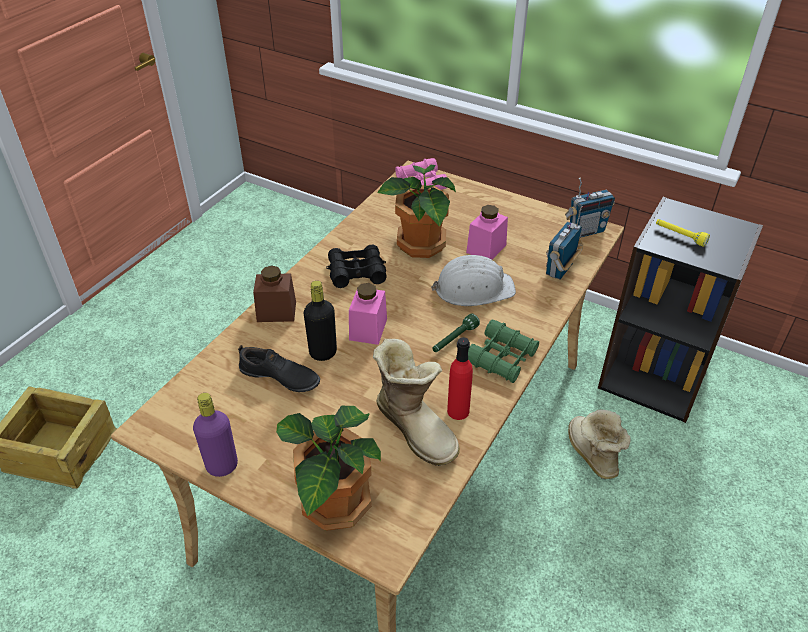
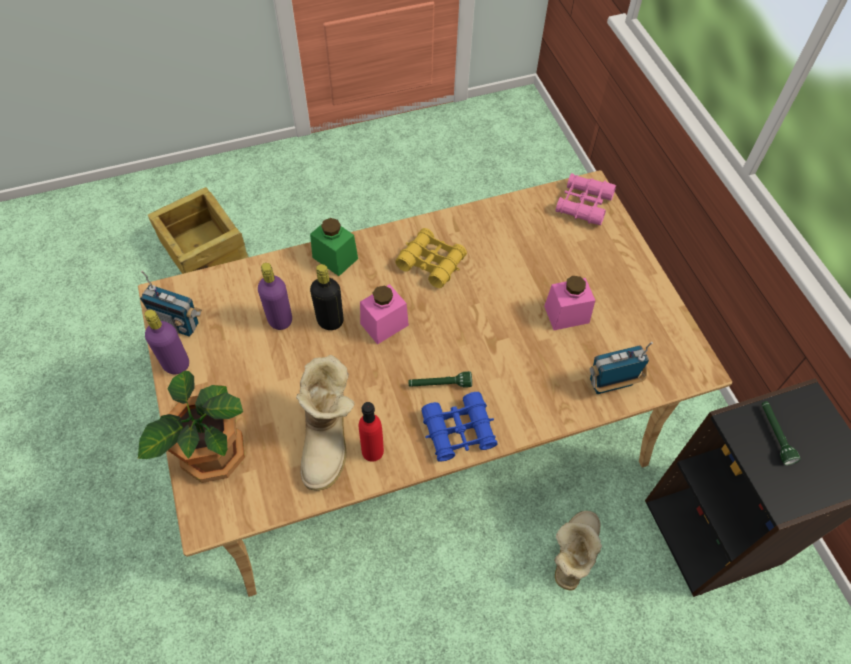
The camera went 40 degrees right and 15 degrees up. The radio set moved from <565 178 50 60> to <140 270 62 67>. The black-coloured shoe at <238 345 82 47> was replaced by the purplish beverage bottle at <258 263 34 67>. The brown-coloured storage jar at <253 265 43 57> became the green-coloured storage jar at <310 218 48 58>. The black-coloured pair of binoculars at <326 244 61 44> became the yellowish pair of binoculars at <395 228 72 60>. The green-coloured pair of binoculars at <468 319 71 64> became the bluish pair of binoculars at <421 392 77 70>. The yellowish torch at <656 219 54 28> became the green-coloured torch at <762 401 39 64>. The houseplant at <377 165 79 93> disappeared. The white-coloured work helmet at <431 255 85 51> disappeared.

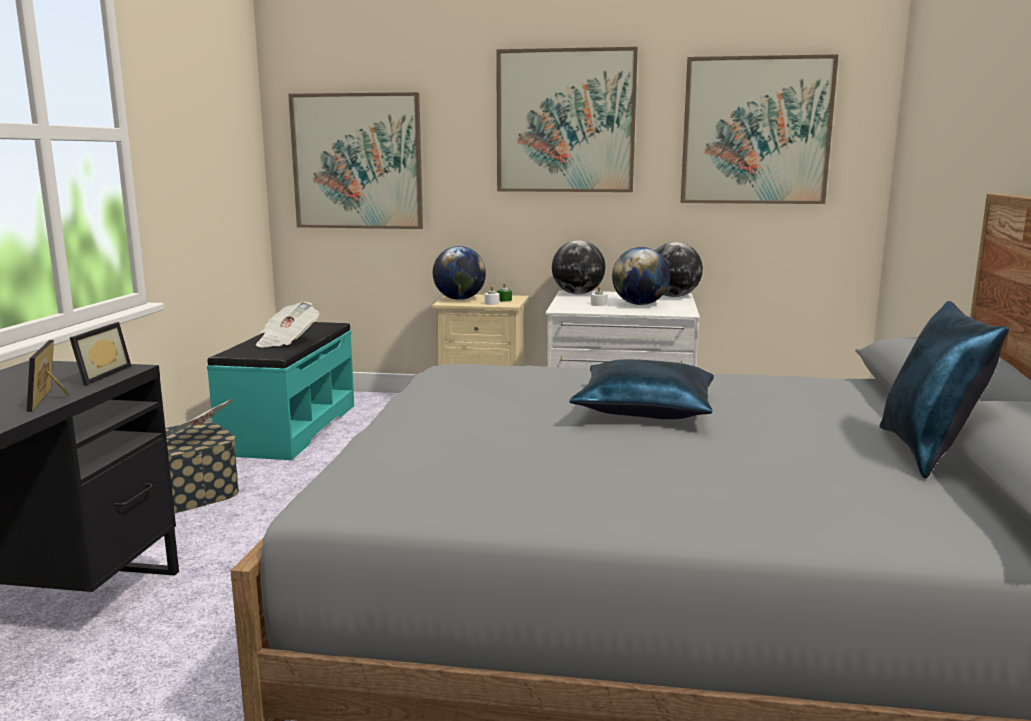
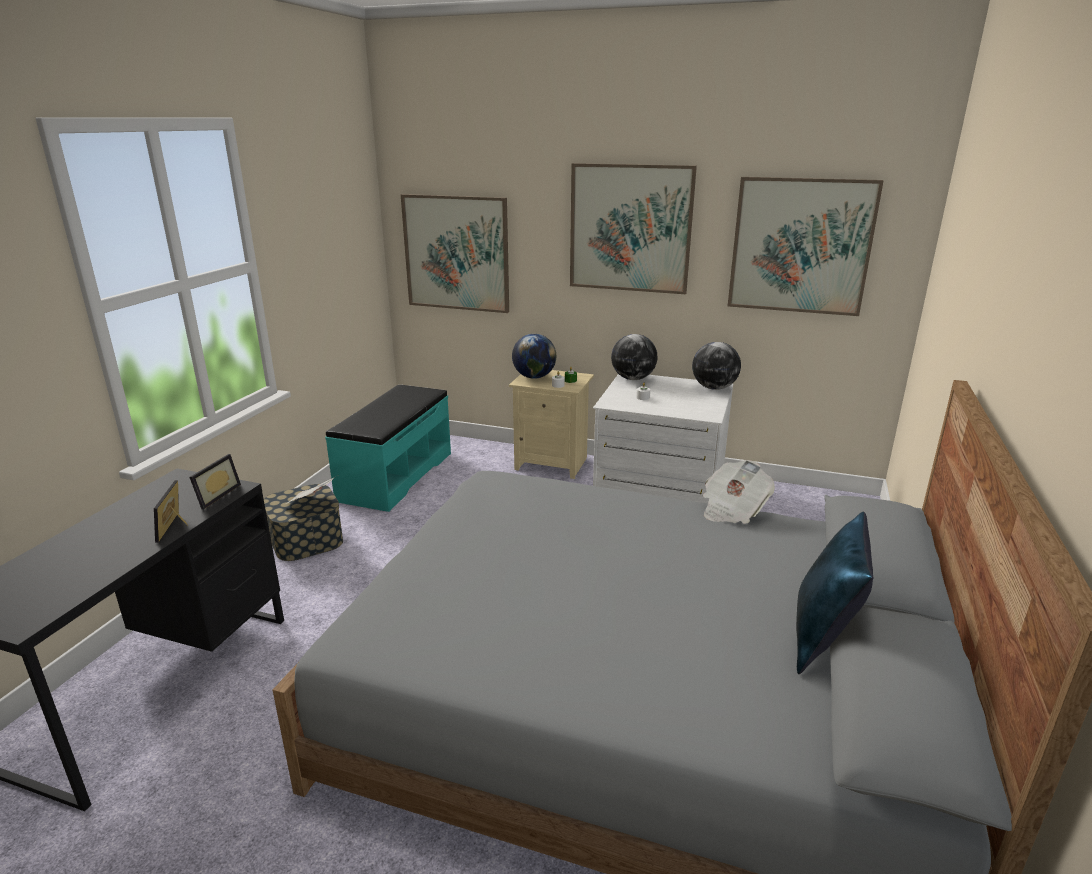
The camera went 10 degrees right and 10 degrees up. The newspaper moved from <256 302 63 45> to <703 460 72 64>. The bluish pillow at <569 359 145 60> disappeared. The globe at <612 247 58 58> disappeared.

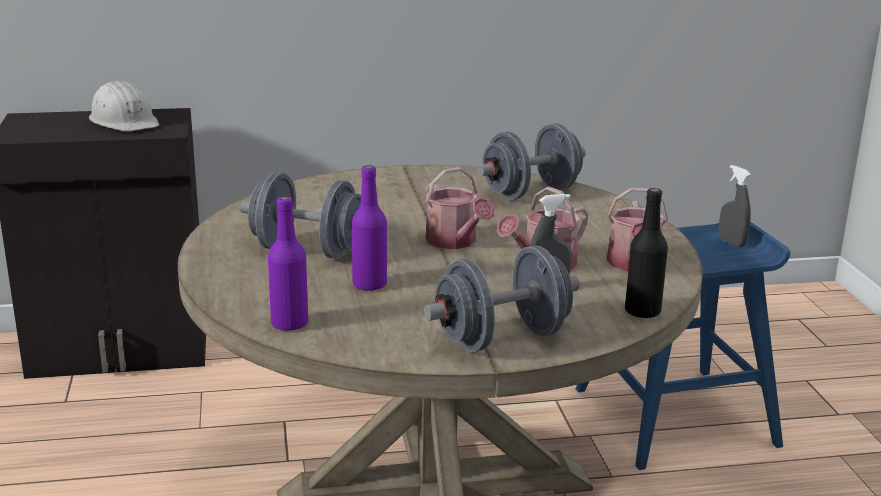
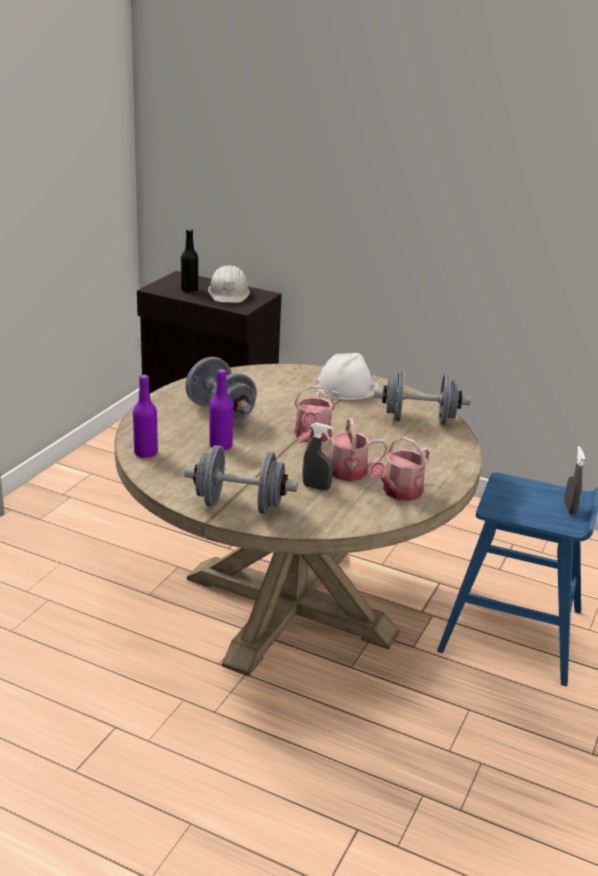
The camera went 35 degrees right and 5 degrees up. The black-coloured beverage bottle moved from <625 188 43 130> to <181 229 17 64>. The white-coloured work helmet at <317 353 63 47> appeared.

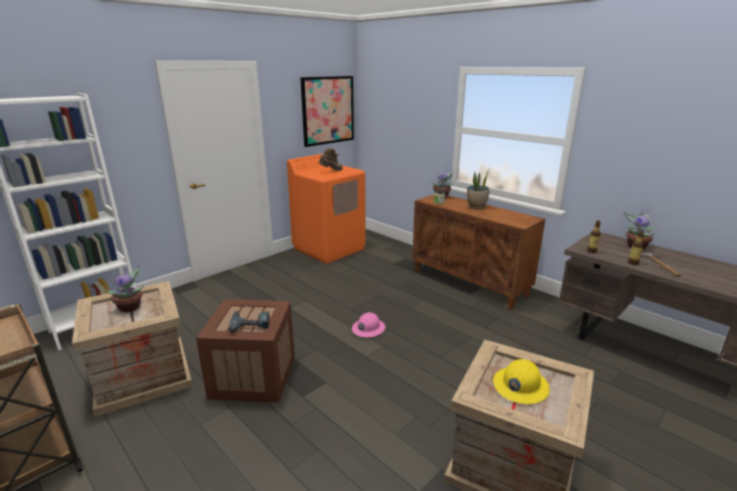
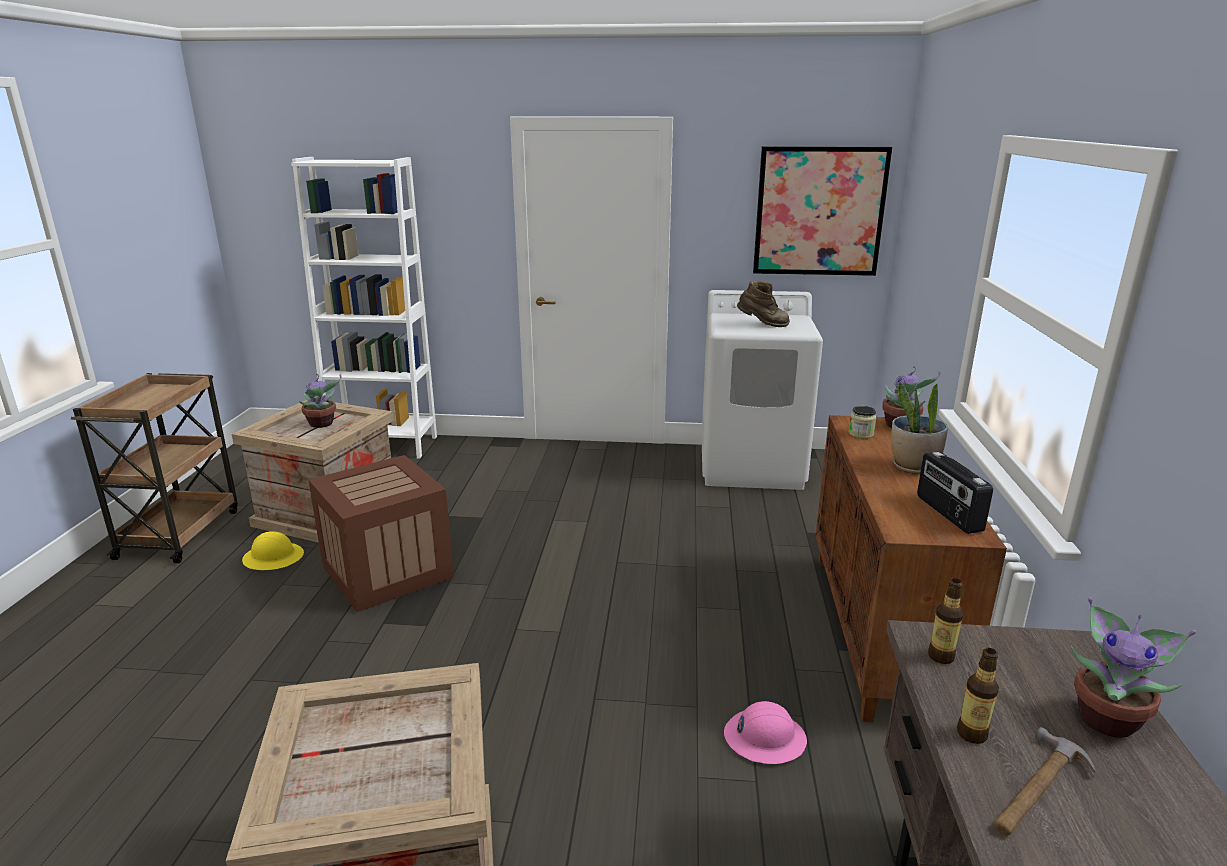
The camera went 50 degrees right and 0 degrees up. The yellowish work helmet moved from <493 359 57 45> to <242 532 62 38>. The orange-coloured washing machine at <287 154 79 110> became the white-coloured washing machine at <701 290 122 200>. The pink work helmet moved from <352 312 33 26> to <724 701 83 63>. The radio set at <917 452 76 82> appeared. The electric drill at <229 310 41 23> disappeared.

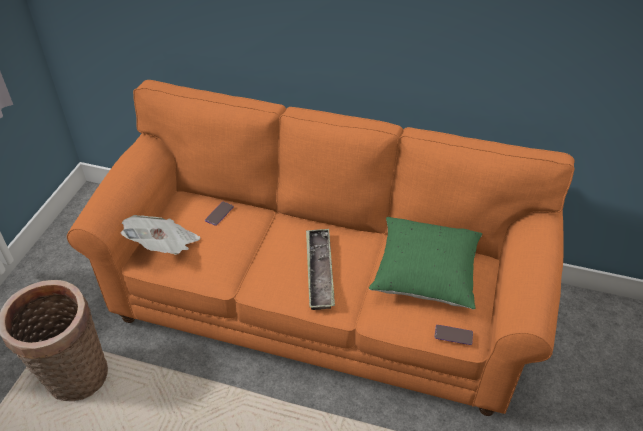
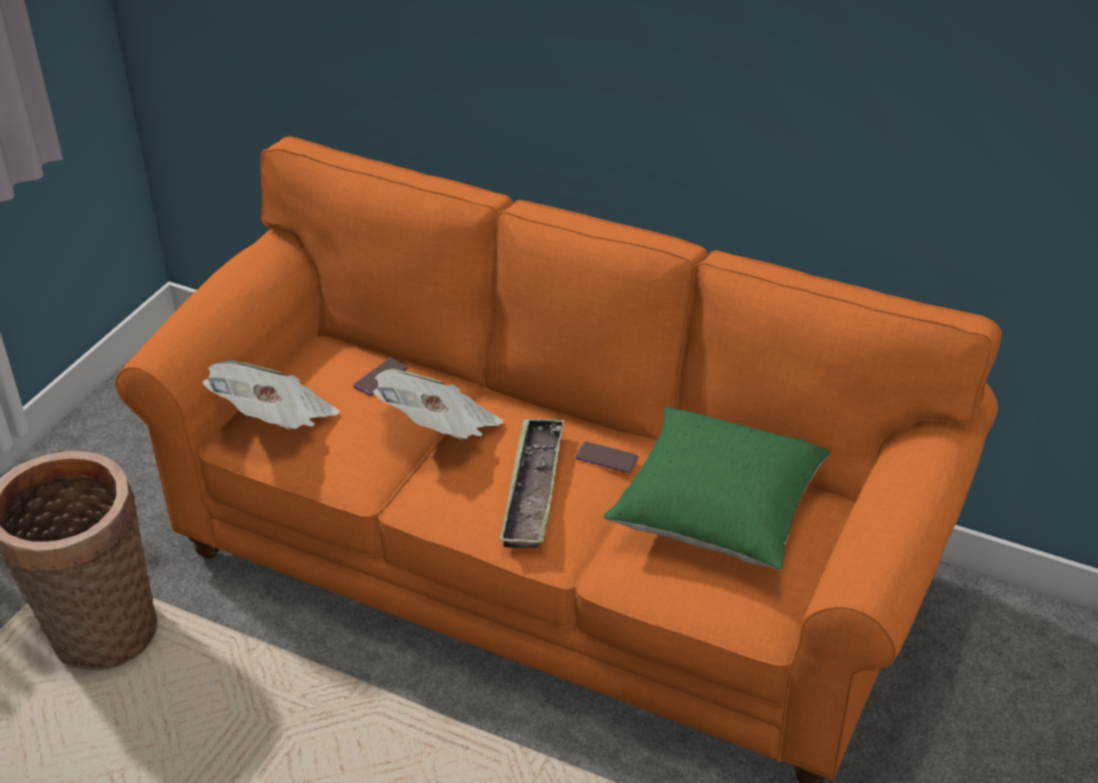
The camera went 10 degrees right and 5 degrees down. The newspaper at <373 369 130 71> appeared. The phone moved from <434 325 39 20> to <576 442 62 31>.

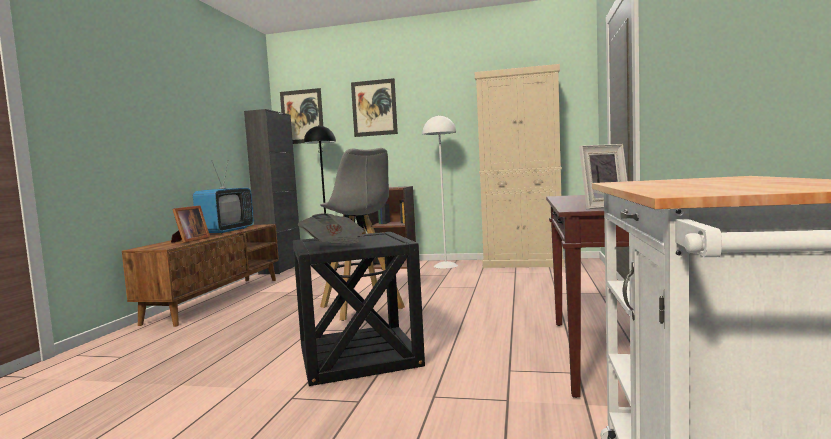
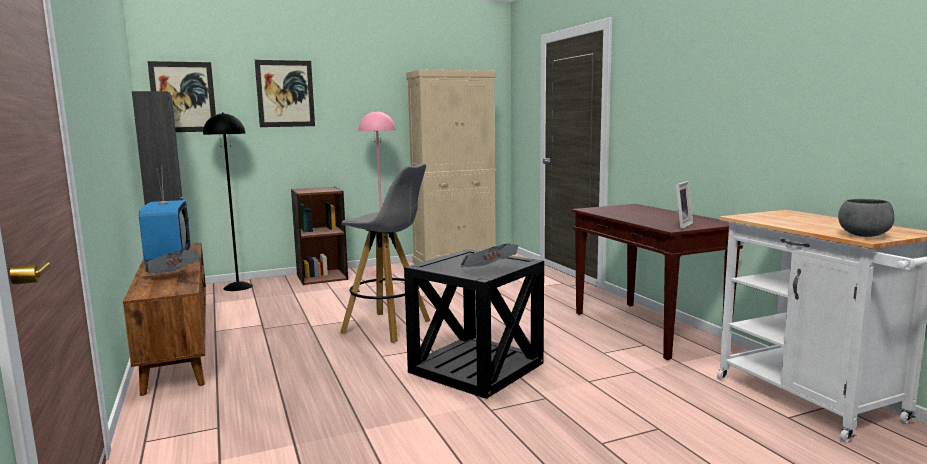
The camera went 35 degrees left and 5 degrees up. The standing frame at <171 206 39 37> was replaced by the newspaper at <144 250 57 24>. The white-coloured standard lamp at <423 115 35 154> became the pink standard lamp at <359 111 37 165>. The gray serving bowl at <838 199 57 38> appeared.

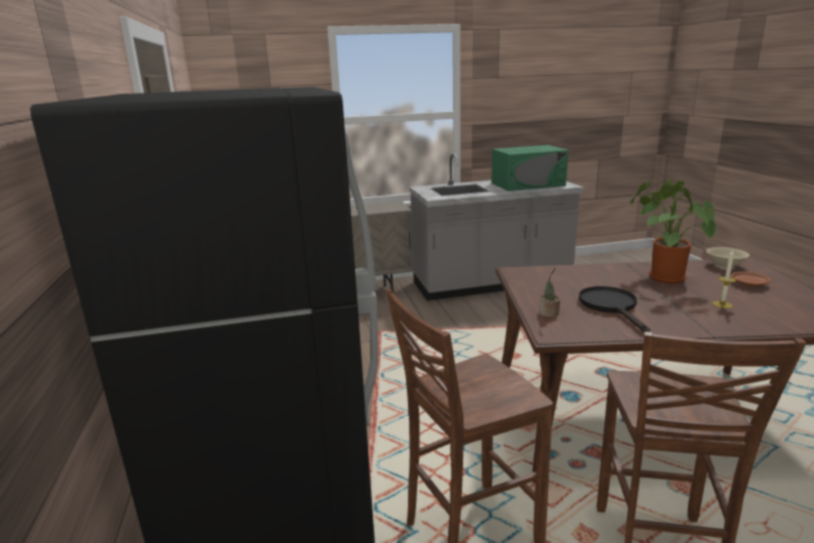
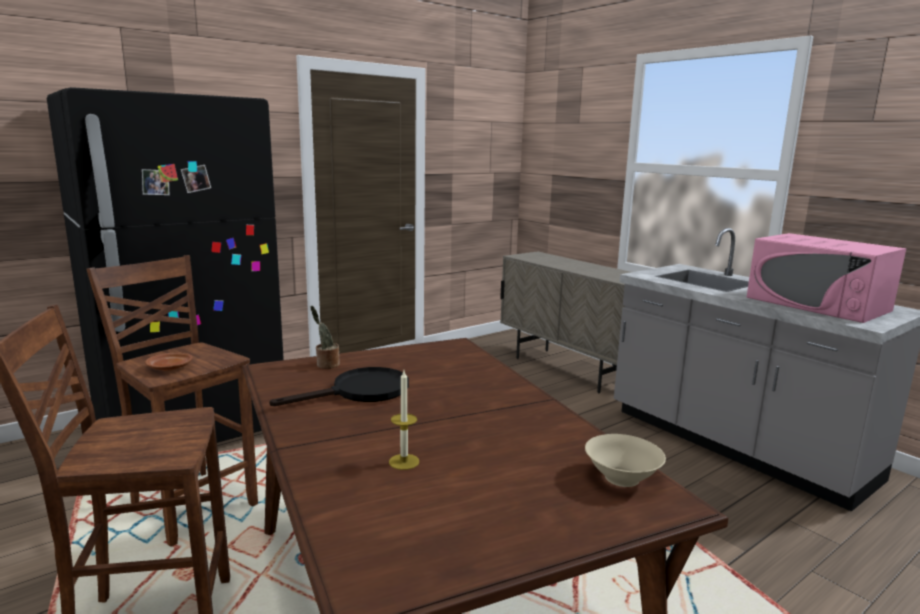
The camera went 65 degrees right and 5 degrees down. The brown-coloured plate moved from <731 272 40 15> to <145 353 48 18>. The green-coloured kitchen microwave at <491 145 77 46> became the pink kitchen microwave at <746 233 161 90>. The houseplant at <630 179 86 105> disappeared.

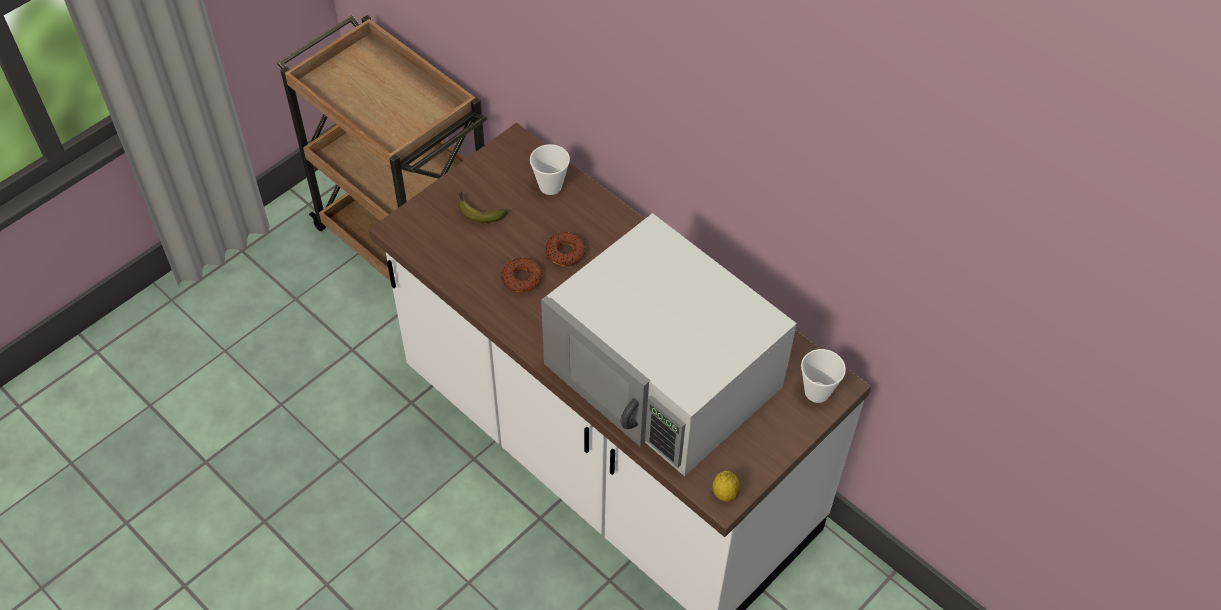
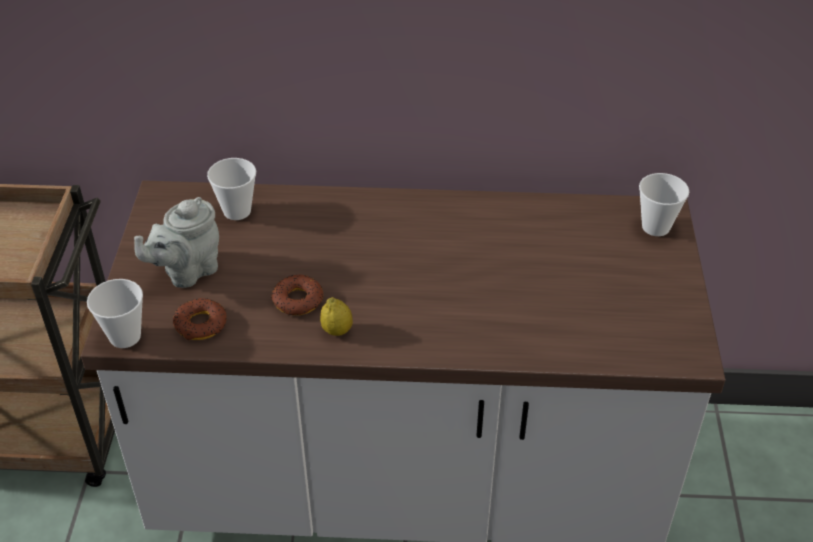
The camera went 40 degrees left and 10 degrees down. The drinking cup at <87 279 56 69> appeared. The whole banana at <458 192 50 31> was replaced by the gray pot for tea at <134 197 85 91>. The donut moved from <545 232 41 34> to <173 298 54 42>. The whole lemon moved from <713 471 27 31> to <320 297 33 39>. The white-coloured kitchen microwave at <541 213 256 263> disappeared.

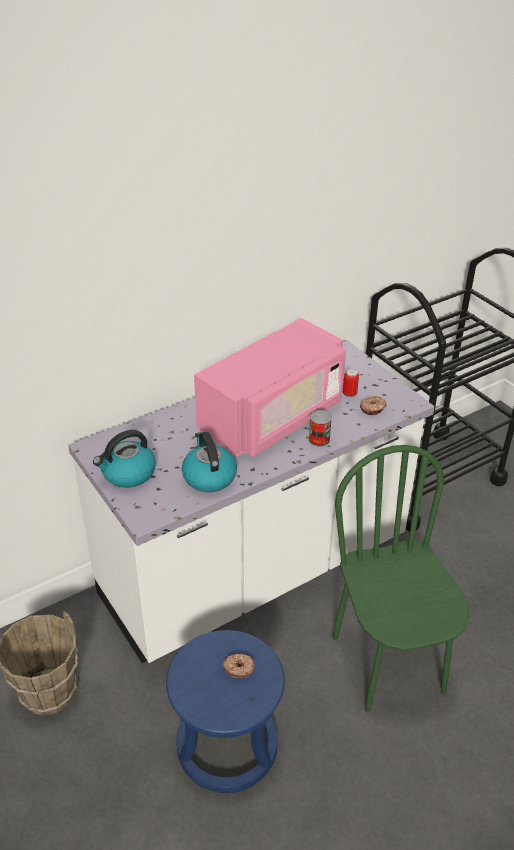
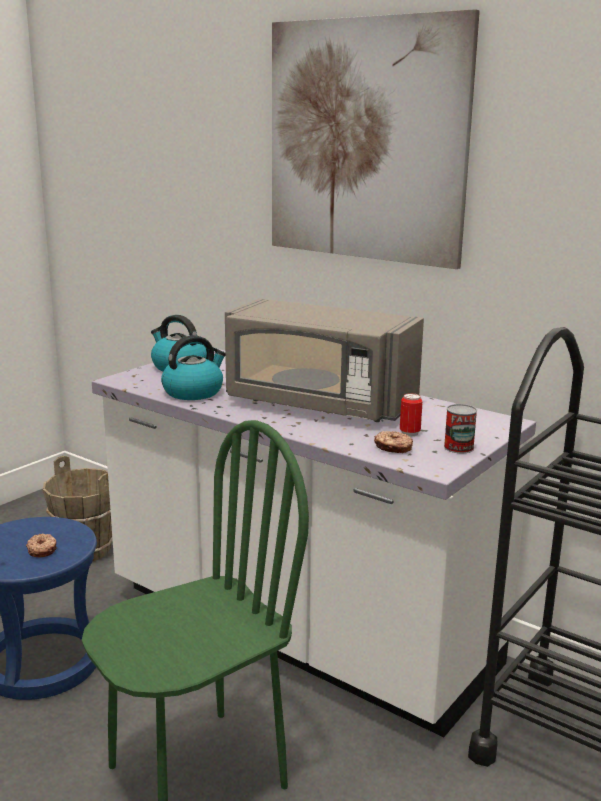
The camera went 70 degrees right and 20 degrees down. The pink kitchen microwave at <194 318 152 139> became the gray kitchen microwave at <225 299 199 123>. The wall art at <272 9 208 260> appeared. The metal can moved from <309 410 23 37> to <444 404 33 49>.

